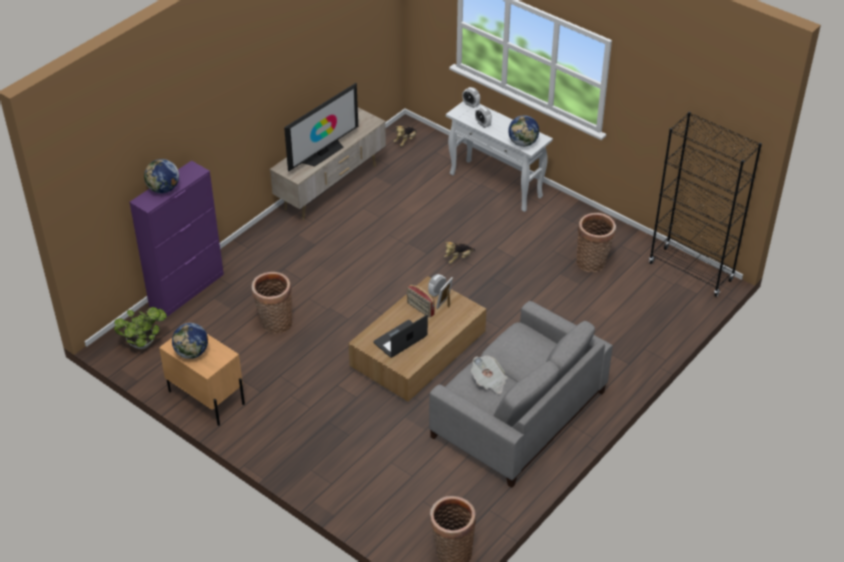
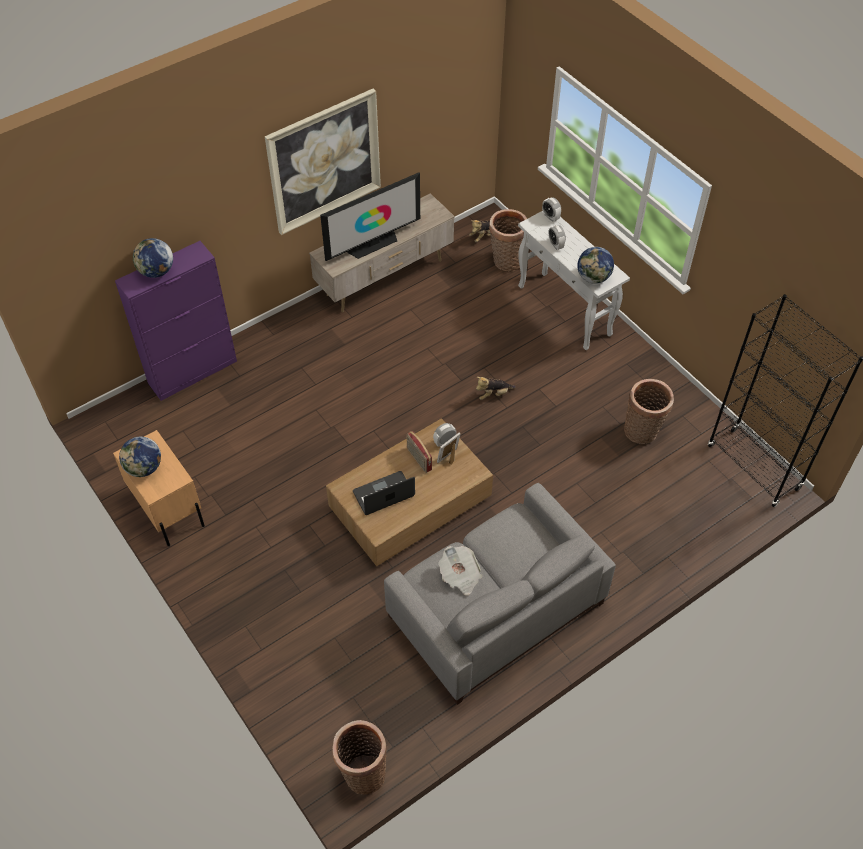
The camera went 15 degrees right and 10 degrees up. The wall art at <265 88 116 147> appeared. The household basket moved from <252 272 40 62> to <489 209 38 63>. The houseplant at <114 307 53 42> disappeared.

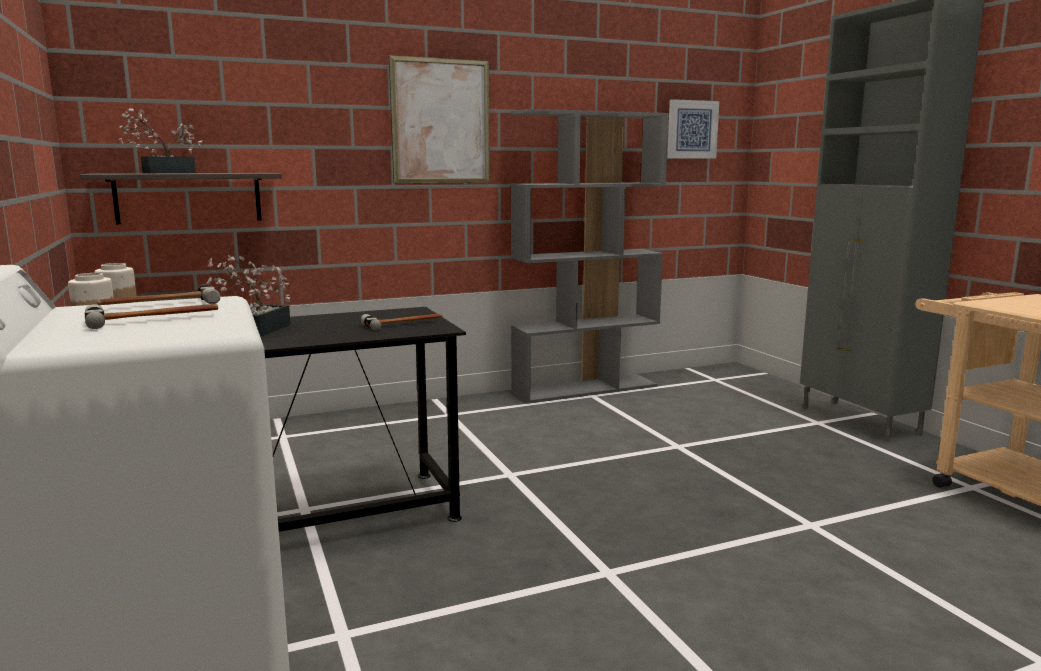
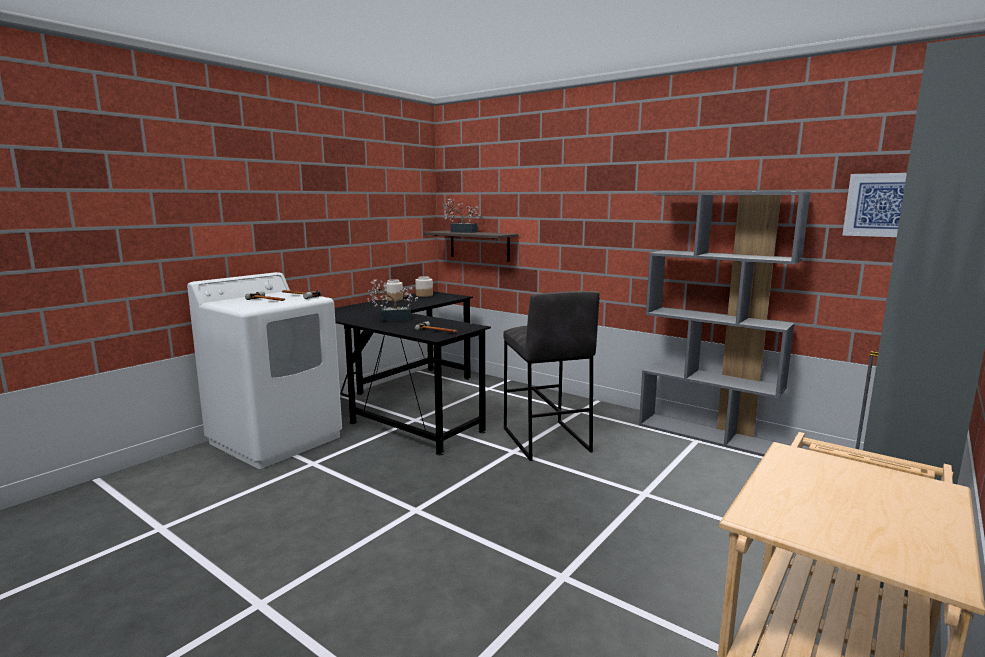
The camera went 60 degrees right and 0 degrees up. The gray sitting stool at <503 291 97 170> appeared. The wall art at <389 55 101 128> disappeared.

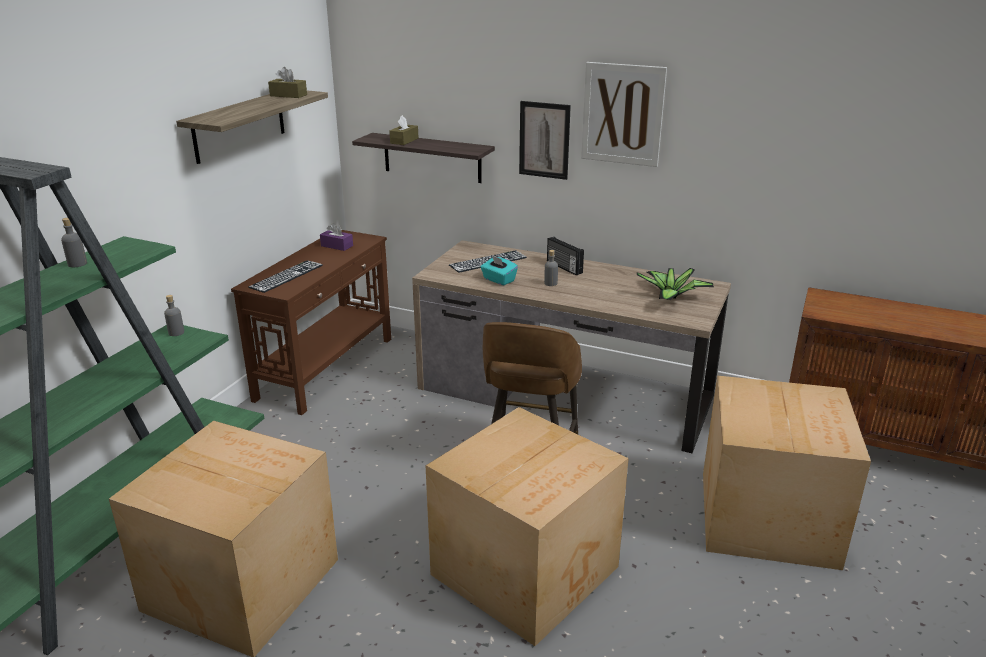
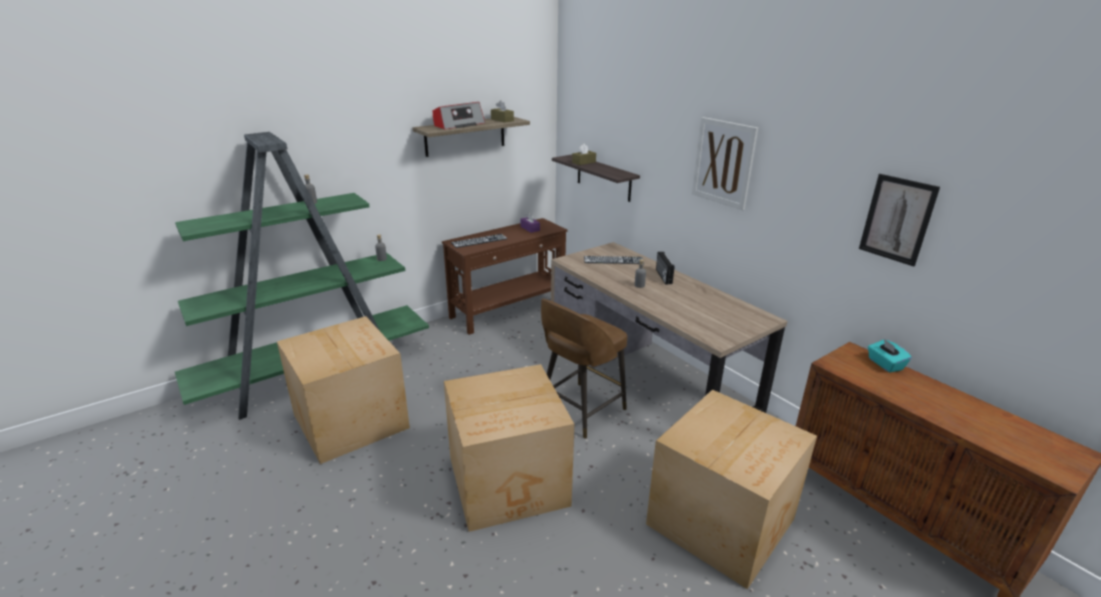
The camera went 30 degrees right and 0 degrees up. The radio set at <433 102 52 28> appeared. The wall art moved from <519 101 52 79> to <859 174 81 92>. The turquoise tissue holder moved from <481 255 37 31> to <868 339 44 34>. The houseplant at <637 268 77 32> disappeared.

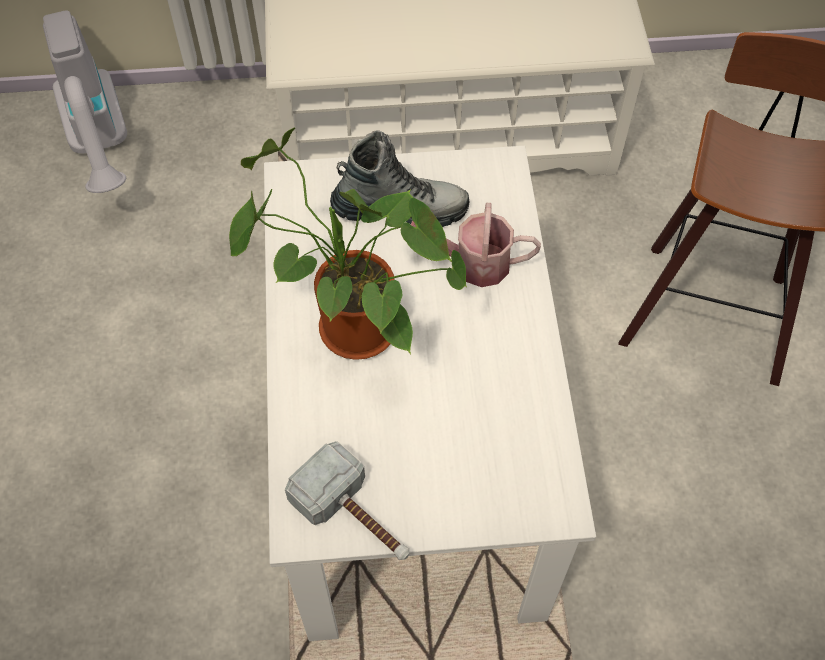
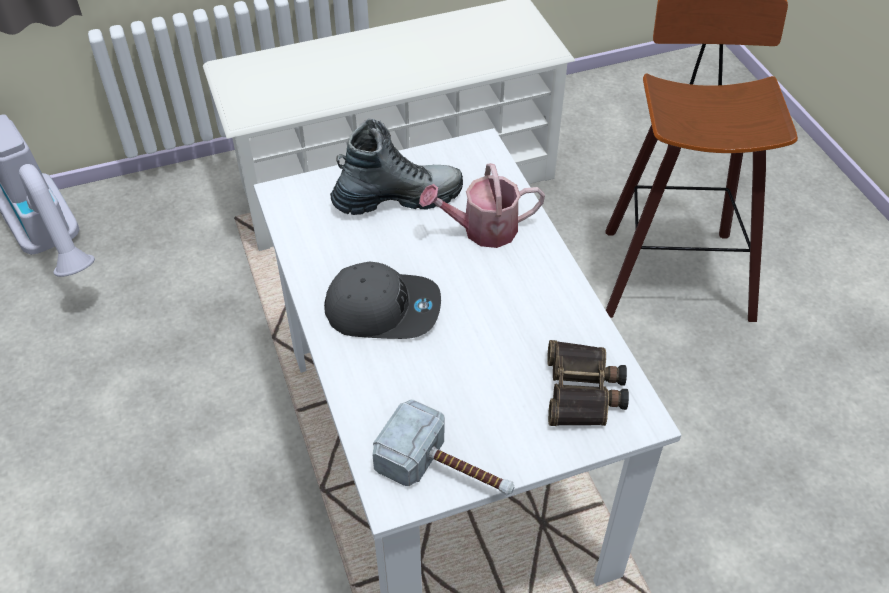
The camera went 15 degrees left and 10 degrees down. The houseplant at <229 127 238 233> was replaced by the gray peaked cap at <324 262 117 77>. The pair of binoculars at <547 340 82 86> appeared.

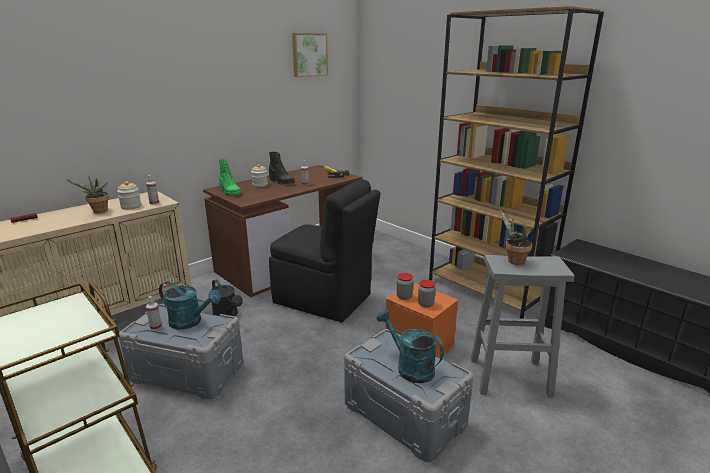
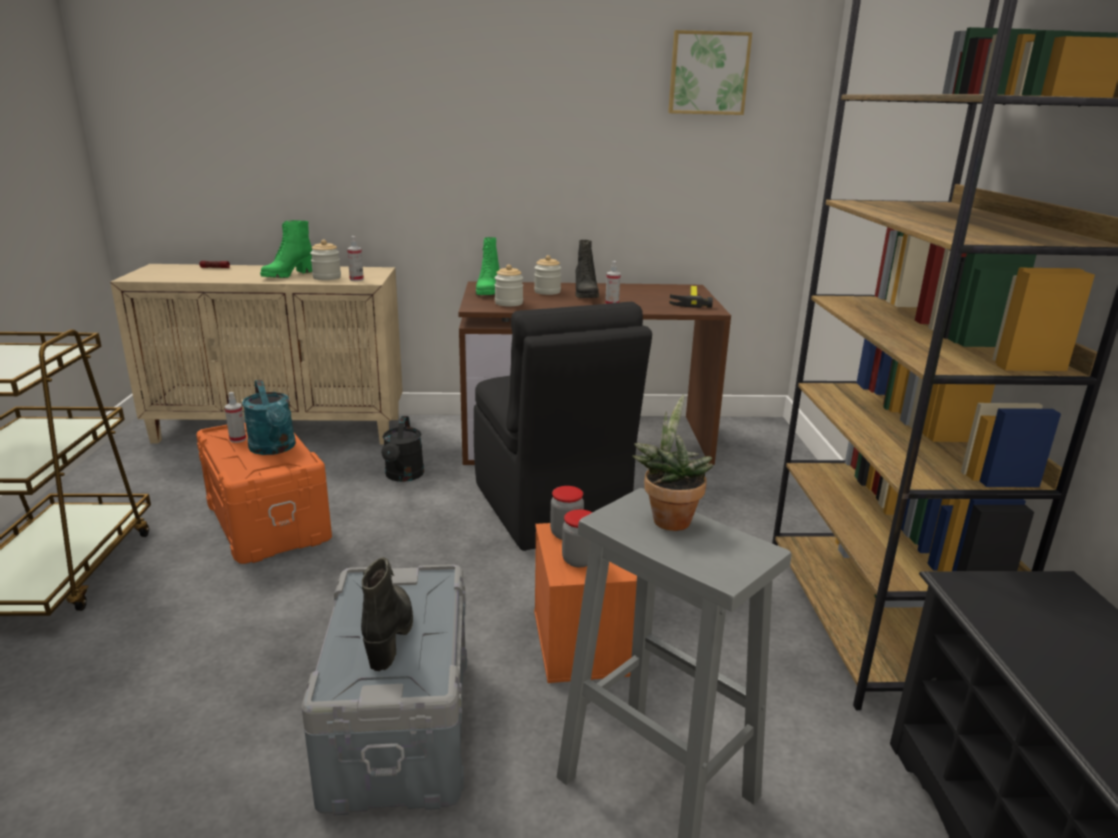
The camera went 40 degrees right and 0 degrees up. The gray storage bin at <119 304 124 95> became the orange-coloured storage bin at <196 423 136 141>. The houseplant at <67 176 42 37> was replaced by the green-coloured tall boot at <260 220 52 58>. The turquoise watering pot at <377 310 67 73> was replaced by the black-coloured tall boot at <361 557 52 114>. The storage jar at <495 265 28 41> appeared.

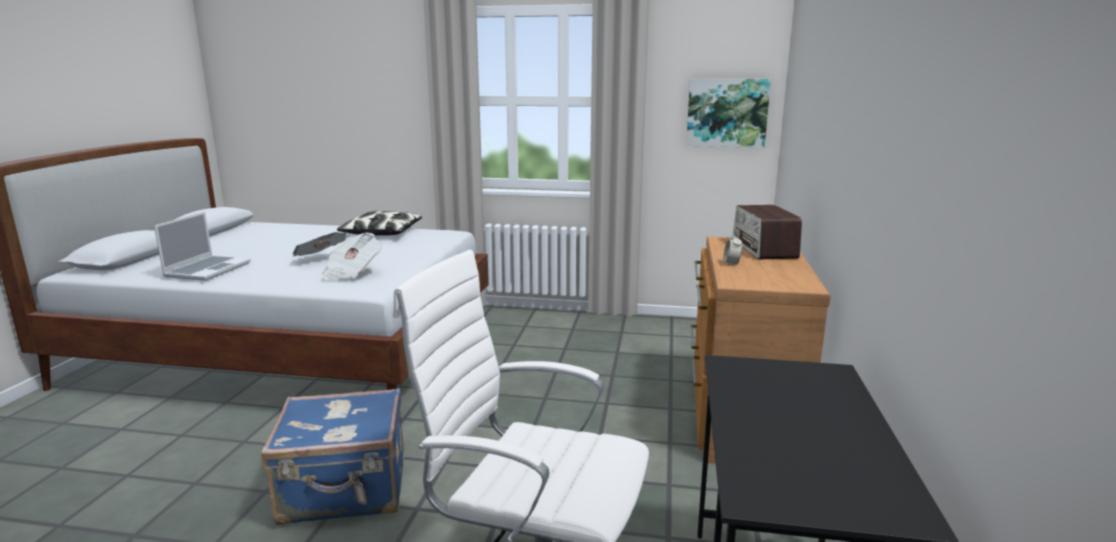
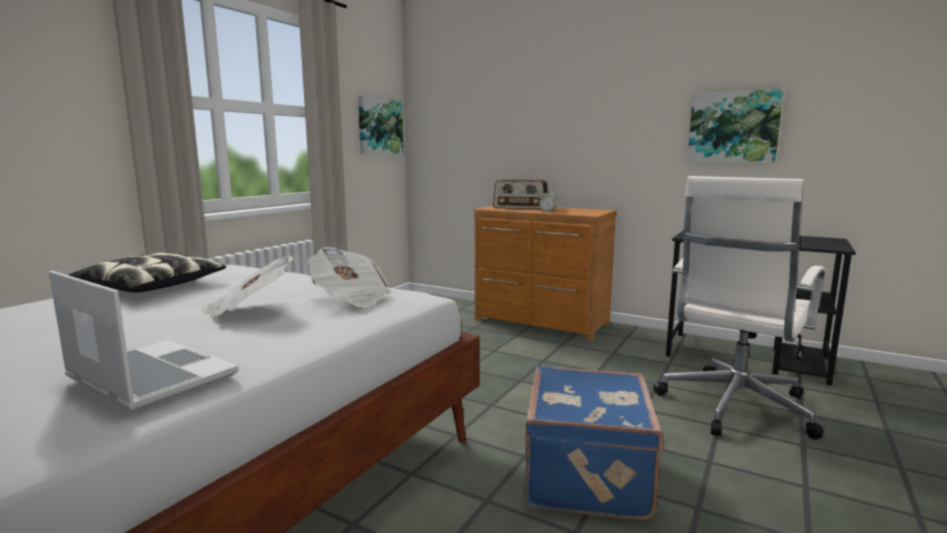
The camera went 70 degrees left and 5 degrees down. The wall art at <687 89 97 74> appeared.

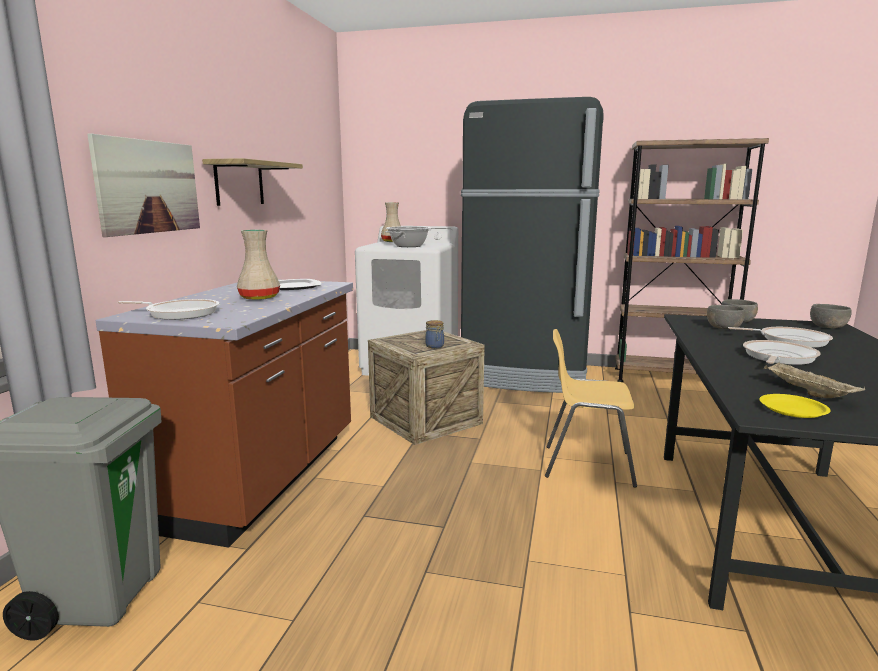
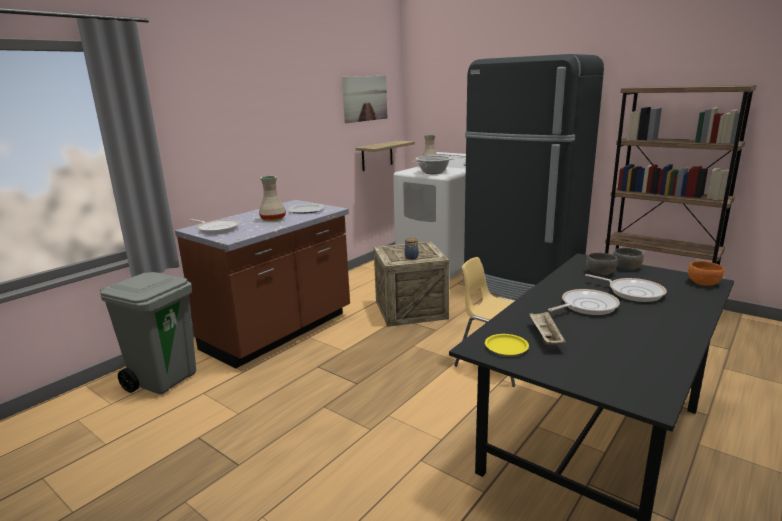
The camera went 25 degrees right and 5 degrees up. The wall art moved from <87 133 113 104> to <342 76 45 47>. The wall shelf moved from <202 158 101 48> to <356 141 59 30>. The gray serving bowl at <810 304 42 25> became the orange-coloured serving bowl at <688 261 36 25>.

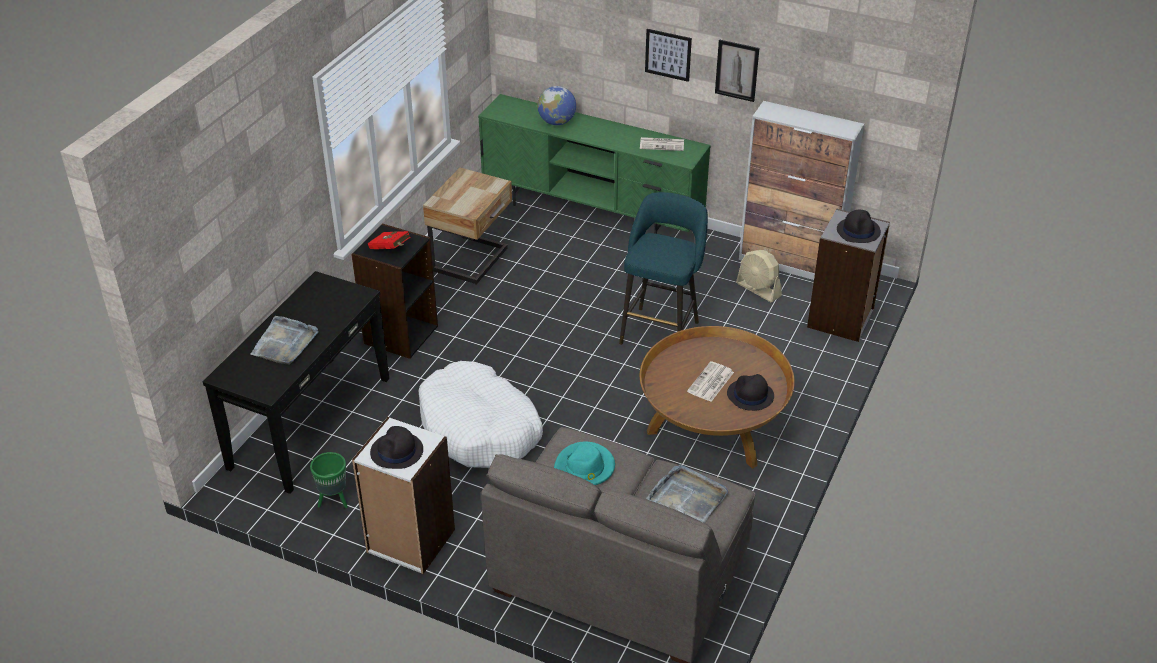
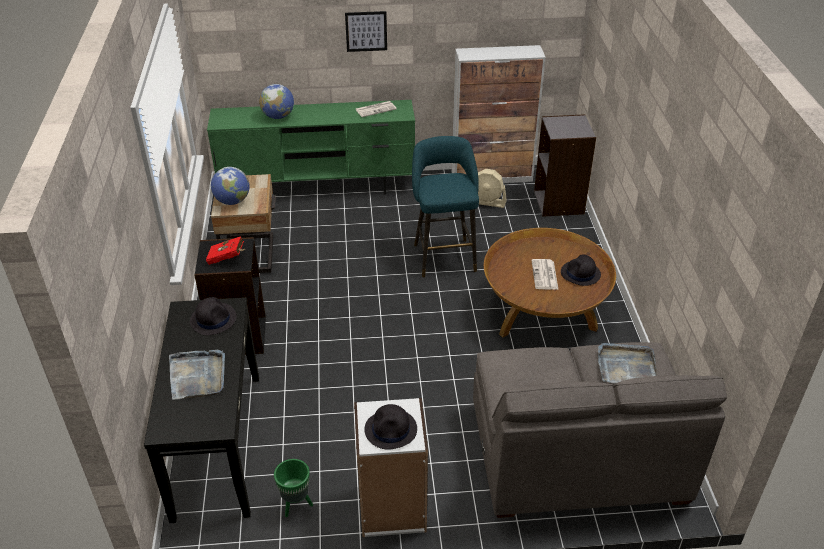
The camera went 30 degrees left and 0 degrees up. The black-coloured wearable hat moved from <837 210 44 33> to <190 297 47 38>. The globe at <211 167 39 38> appeared. The white-coloured dog bed at <419 361 124 107> disappeared. The turquoise wearable hat at <554 442 61 43> disappeared. The wall art at <715 39 44 63> disappeared.

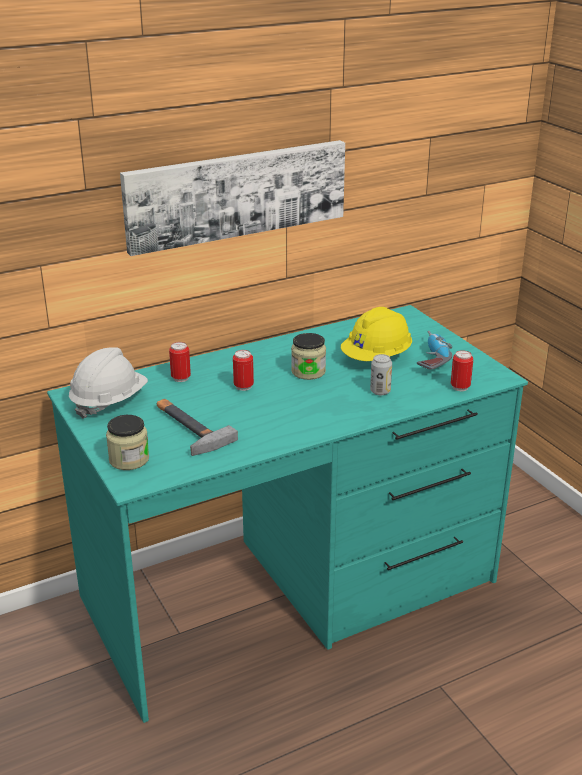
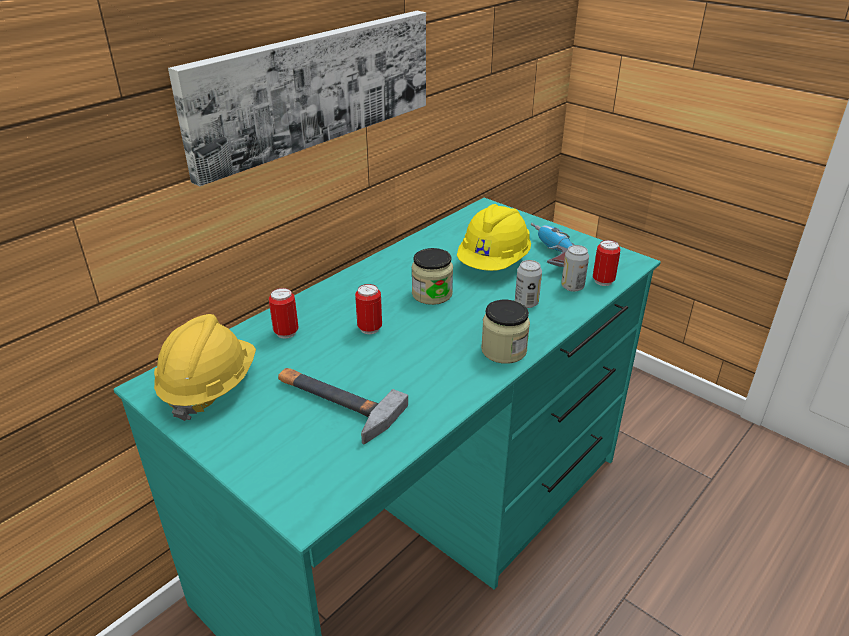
The camera went 20 degrees left and 5 degrees up. The white-coloured work helmet at <69 347 79 71> became the yellowish work helmet at <154 314 102 107>. The storage jar moved from <106 415 43 55> to <481 300 49 64>. The metal can at <561 245 28 47> appeared.

